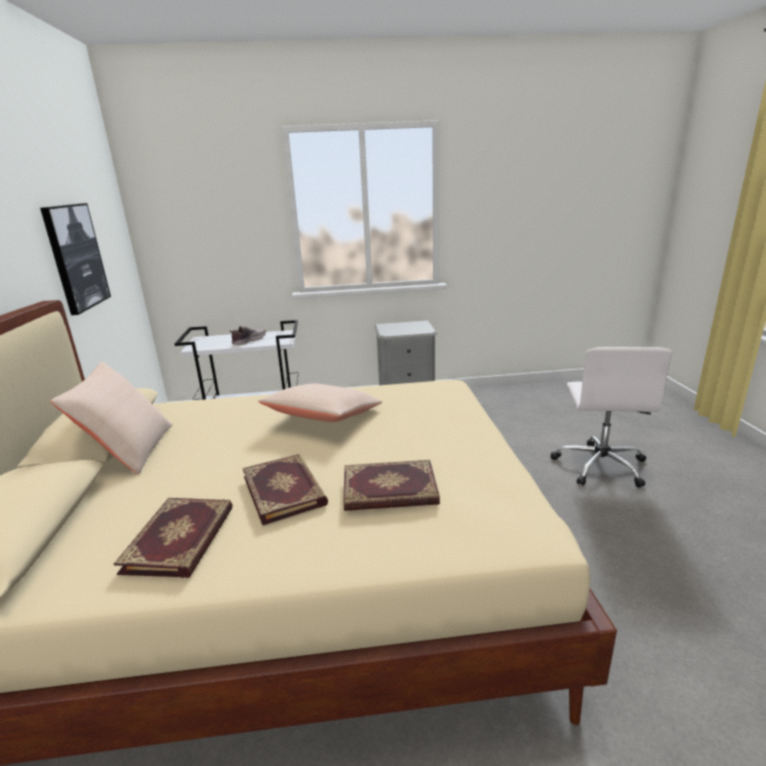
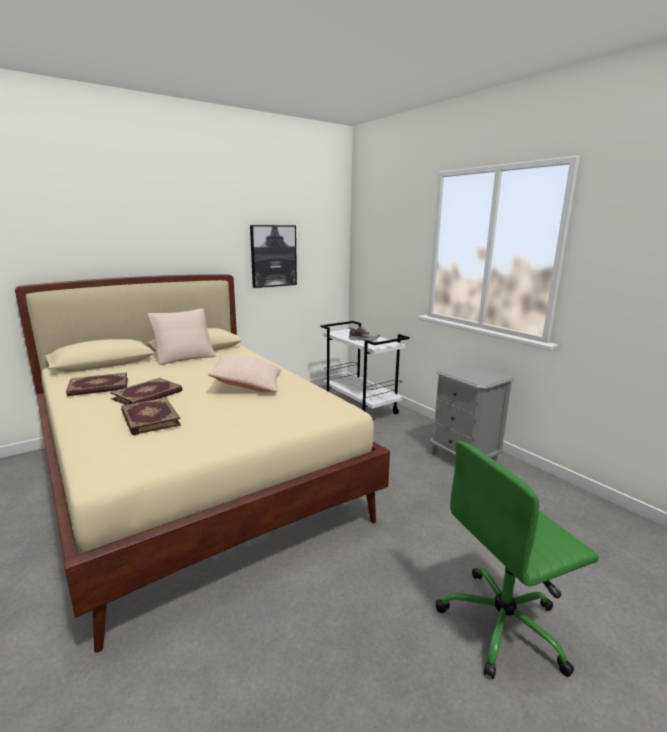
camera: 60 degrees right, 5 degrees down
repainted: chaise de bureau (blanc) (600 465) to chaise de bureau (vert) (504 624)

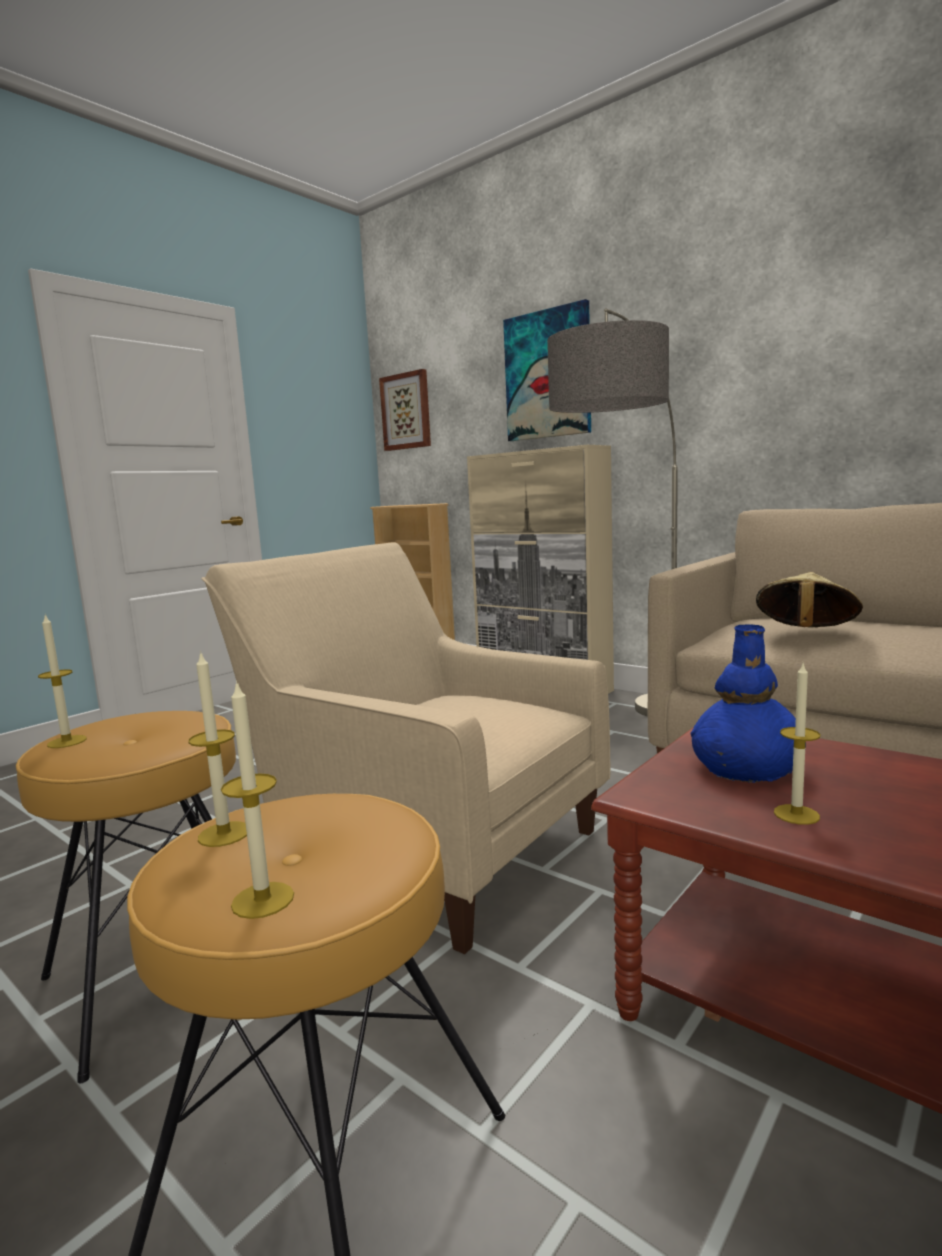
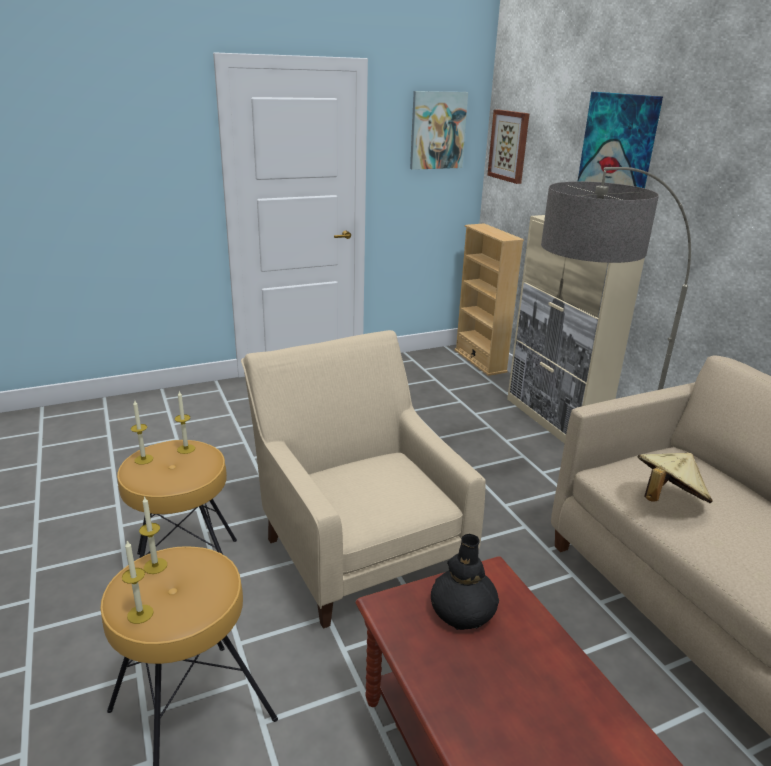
camera: 25 degrees right, 15 degrees up
new: tableau (437 130)
shifted: bougie (796 814) to (186 449)
repainted: vase (bleu) (746 768) to vase (noir) (462 612)

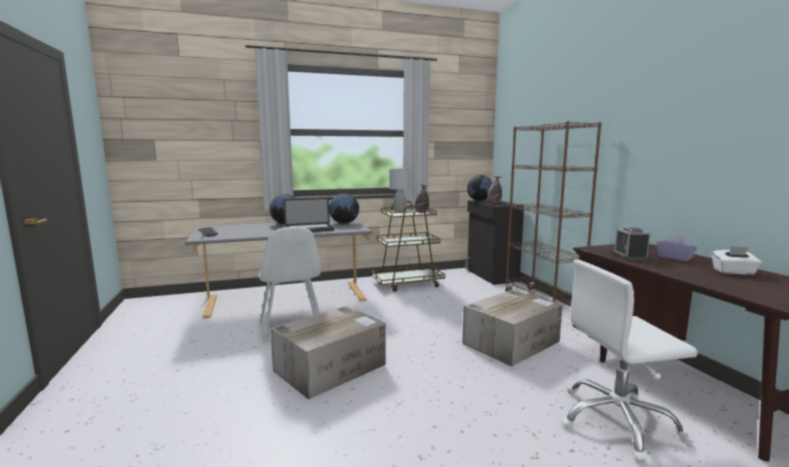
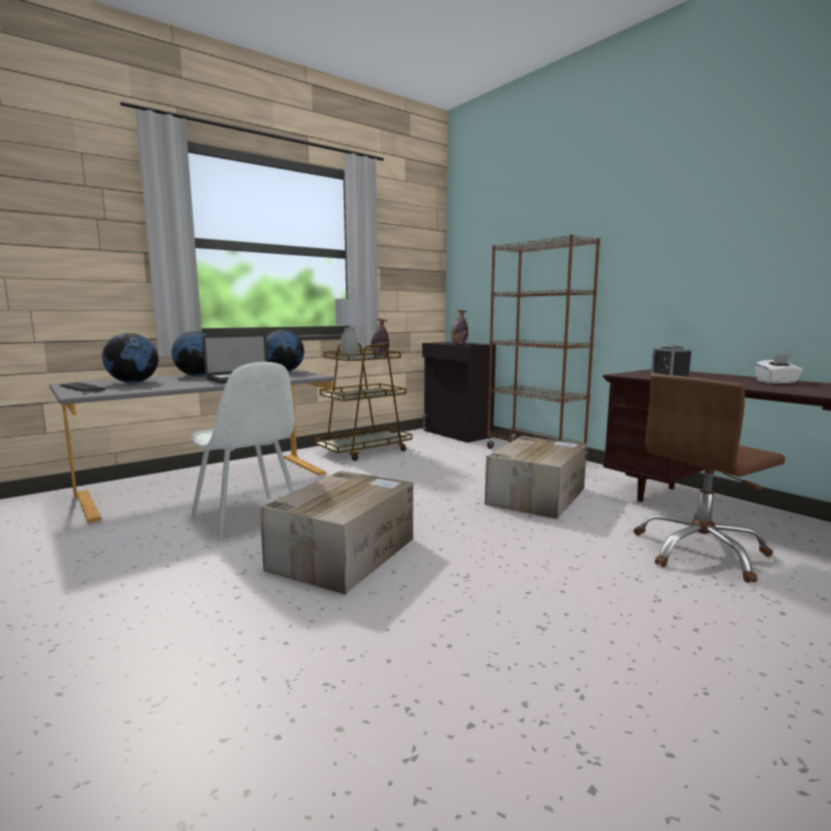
camera: 20 degrees left, 0 degrees up
gone: boîte à mouchoirs (violet) (674 258)
shifted: globe (479 201) to (133 382)
repainted: chaise de bureau (blanc) (617 421) to chaise de bureau (marron) (700 552)

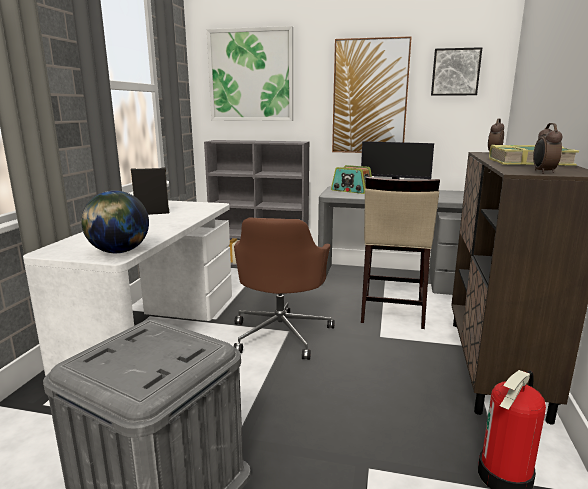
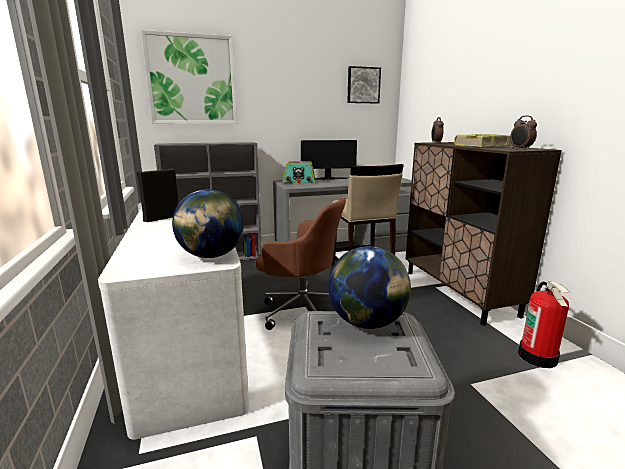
camera: 30 degrees left, 0 degrees up
gone: tableau (370 97)
new: globe (367 322)
rotated: chaise de bureau (marron) (281 333) = (302 310) 45 degrees counterclockwise

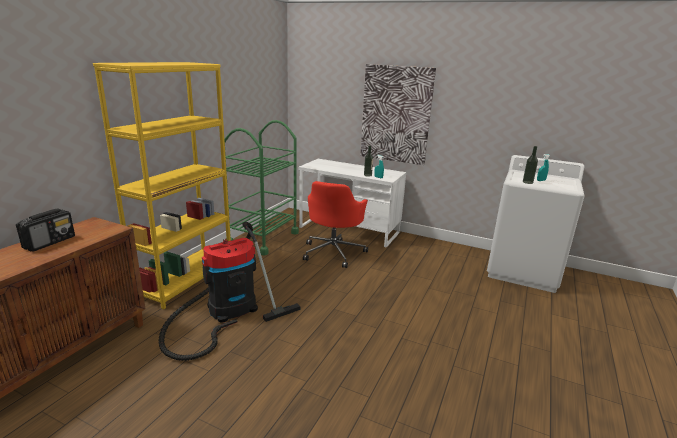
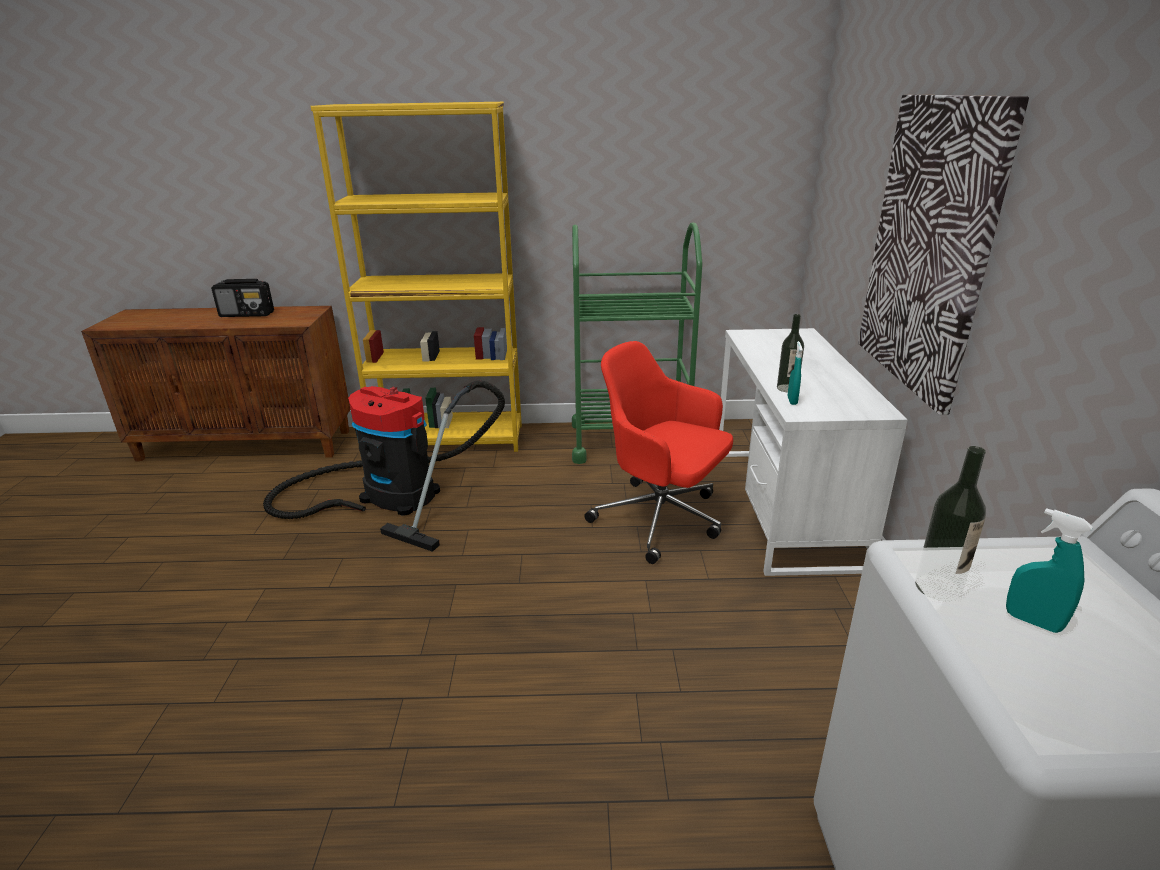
camera: 65 degrees right, 5 degrees up
rotated: chaise de bureau (rouge) (334 252) = (661 519) 45 degrees clockwise

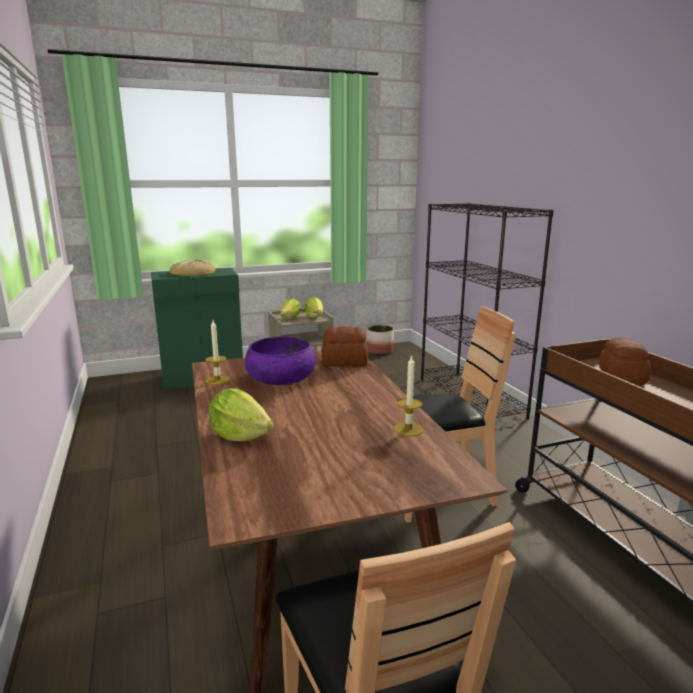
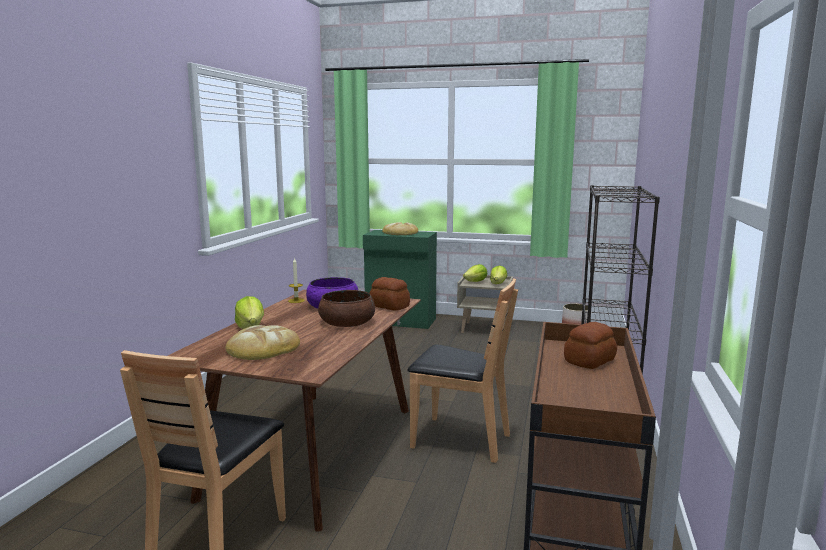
camera: 35 degrees right, 5 degrees down
gone: bougie (408 429)
new: pain (262 348); bol (marron) (347 322)

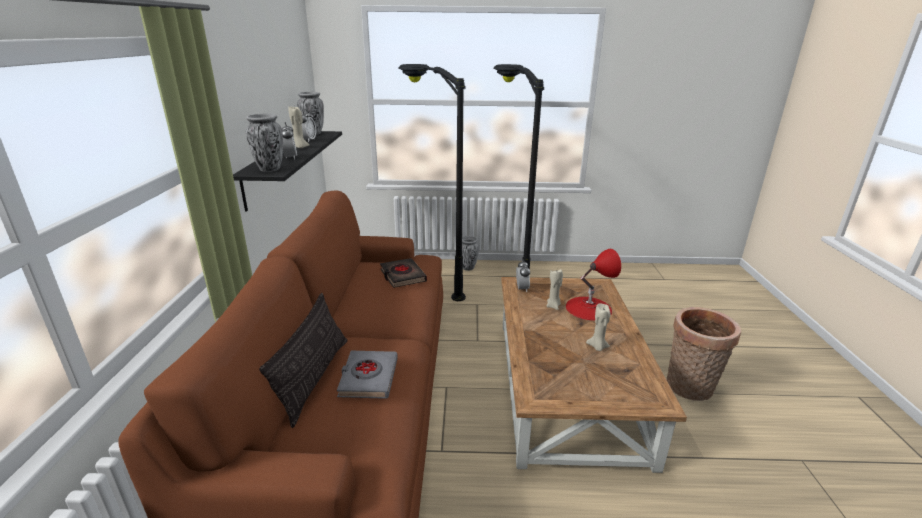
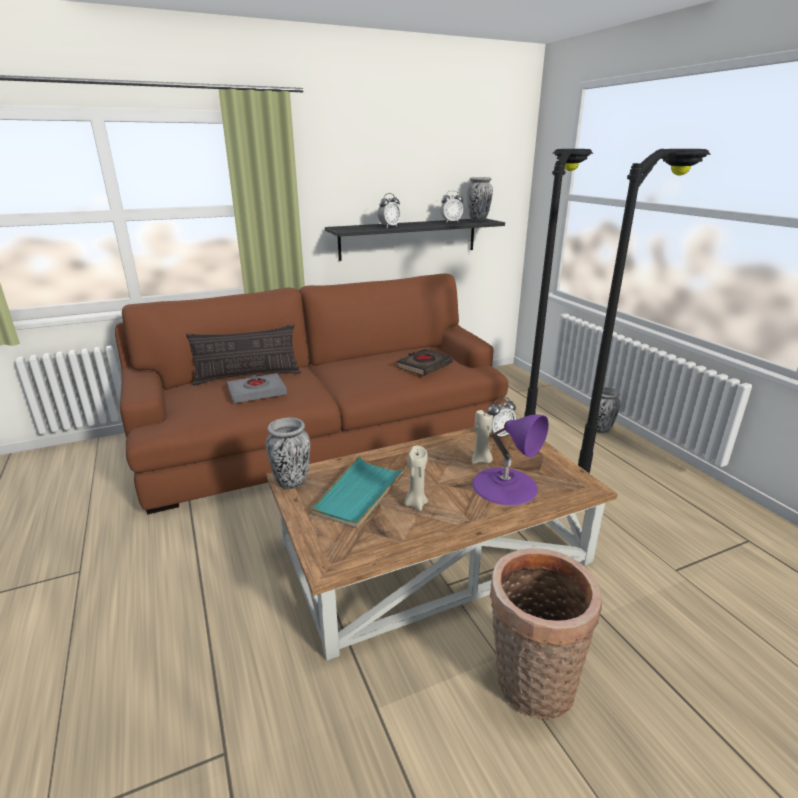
camera: 65 degrees right, 0 degrees up
gone: bougie (beige) (300 147)
new: plateau (turquoise) (360 493)
shifted: vase (269 169) to (291 482)
repainted: lampe de table (rouge) (588 308) to lampe de table (violet) (505 485)

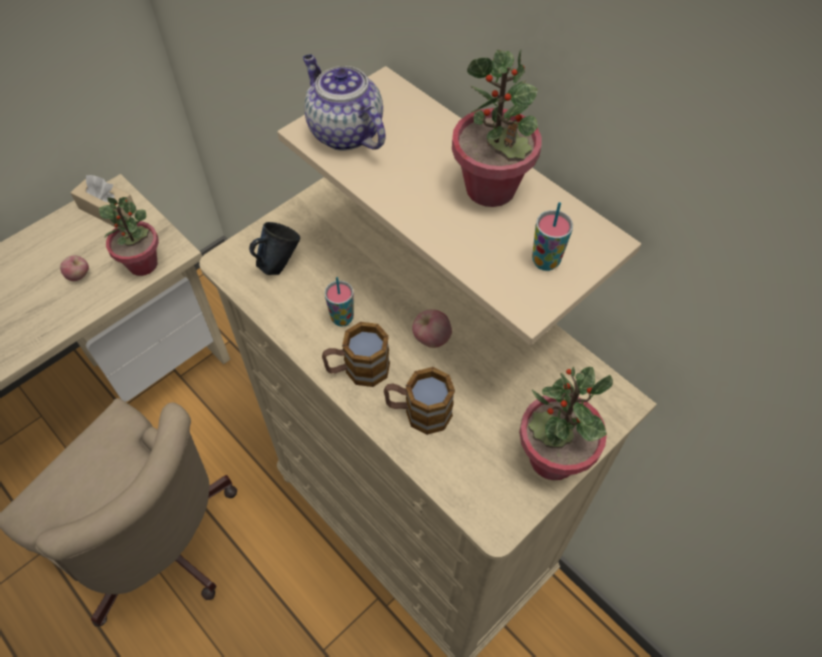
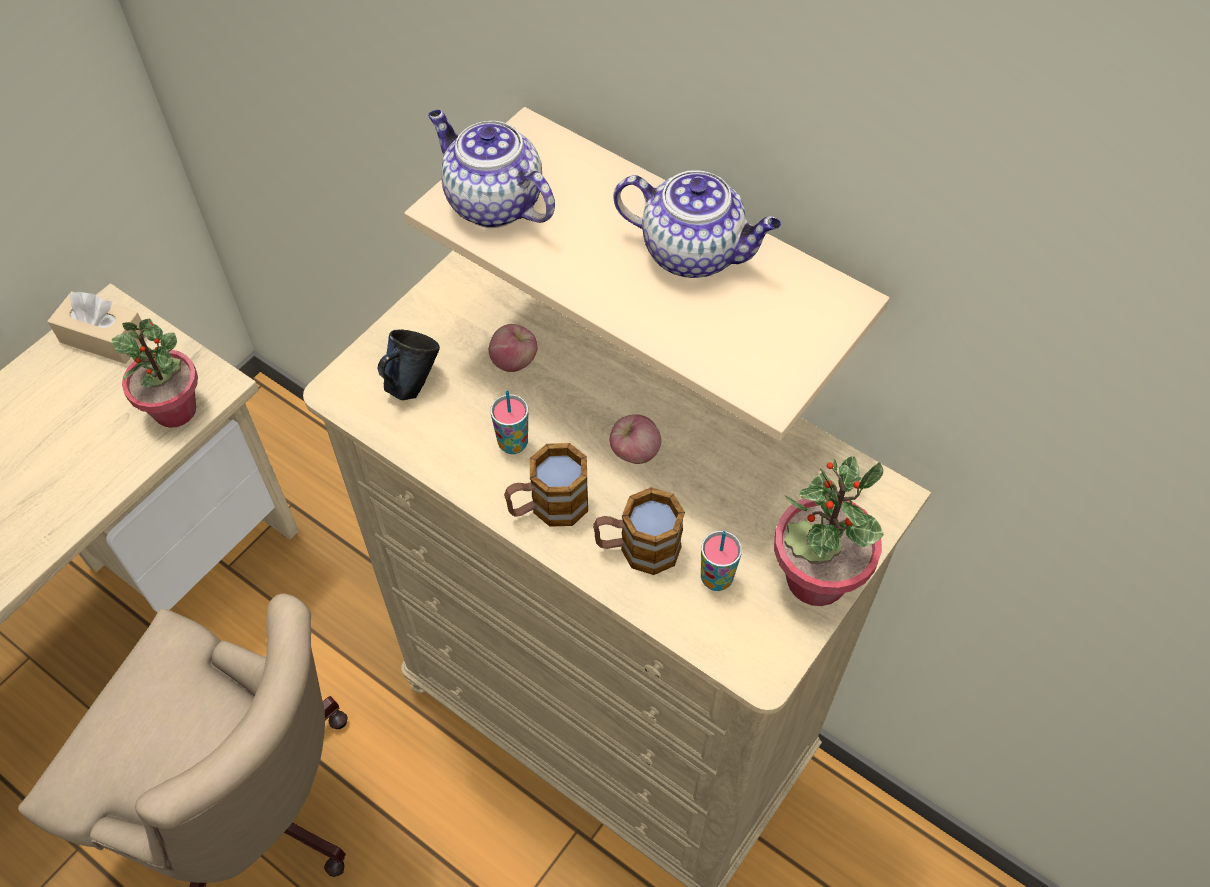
camera: 10 degrees left, 0 degrees up
shifted: pomme (79 276) to (514 361); tasse (545 261) to (716 579)
swapped: plante en pot (491 188) to théière (694 253)

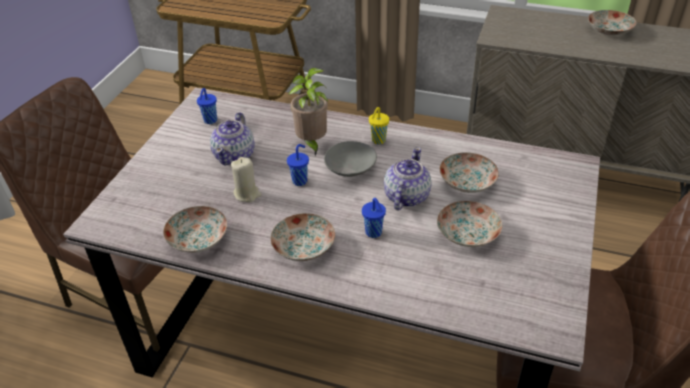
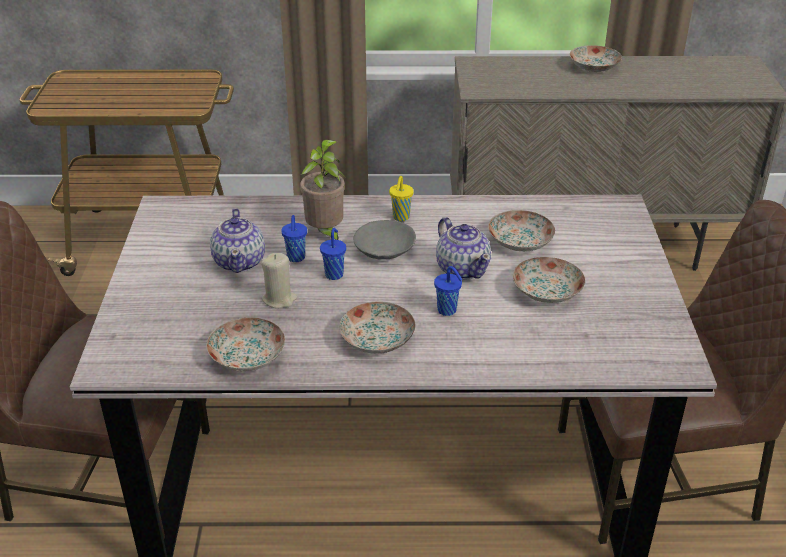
camera: 20 degrees left, 5 degrees down
shifted: tasse (bleu) (210 121) to (296 258)
rotated: théière (406 197) = (462 268) 150 degrees clockwise

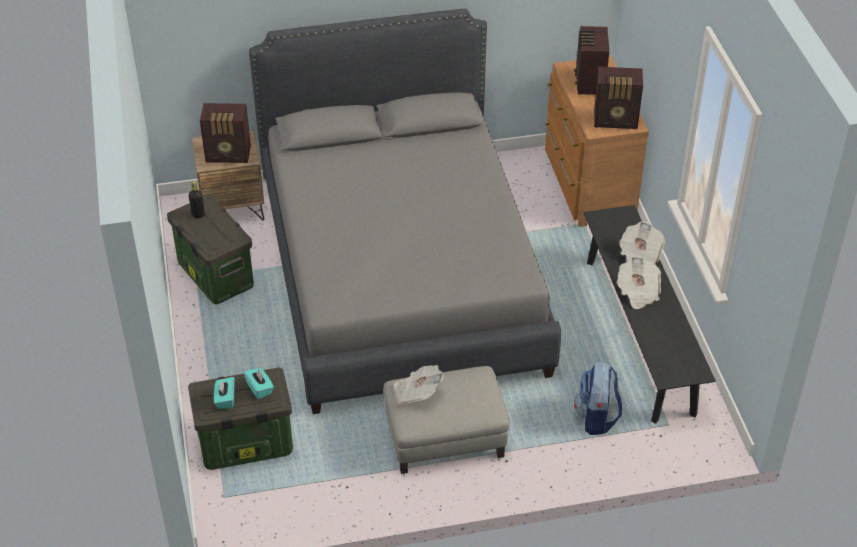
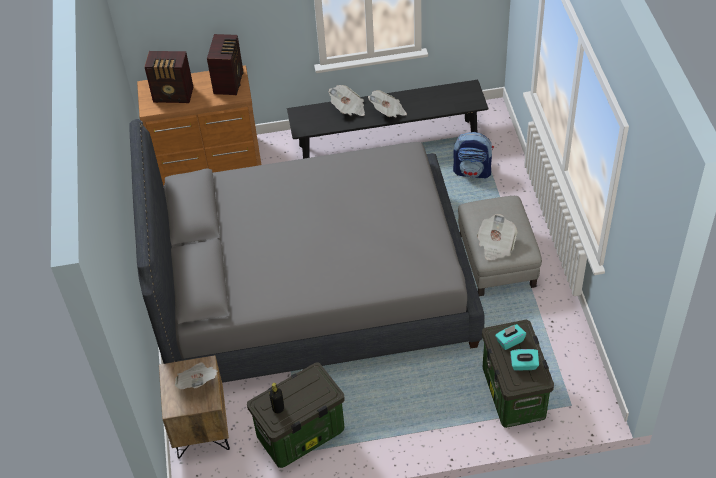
camera: 85 degrees left, 5 degrees up
swapped: radio (229 155) to journal (197 382)

